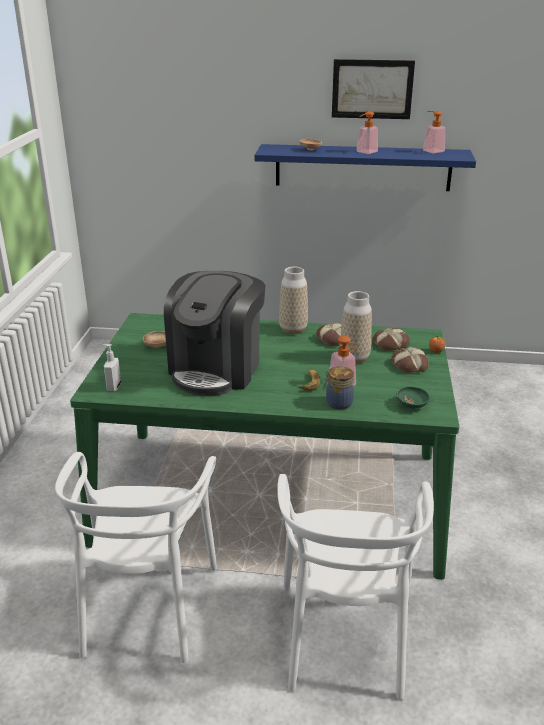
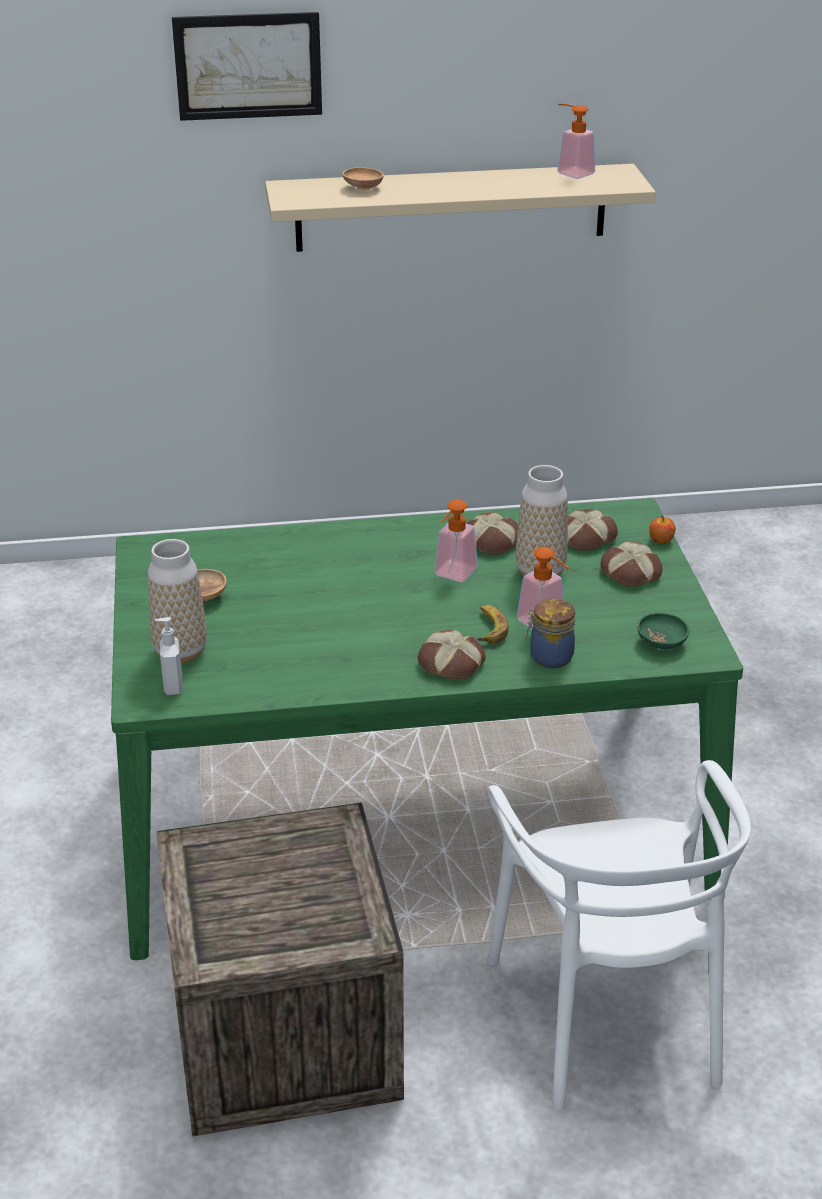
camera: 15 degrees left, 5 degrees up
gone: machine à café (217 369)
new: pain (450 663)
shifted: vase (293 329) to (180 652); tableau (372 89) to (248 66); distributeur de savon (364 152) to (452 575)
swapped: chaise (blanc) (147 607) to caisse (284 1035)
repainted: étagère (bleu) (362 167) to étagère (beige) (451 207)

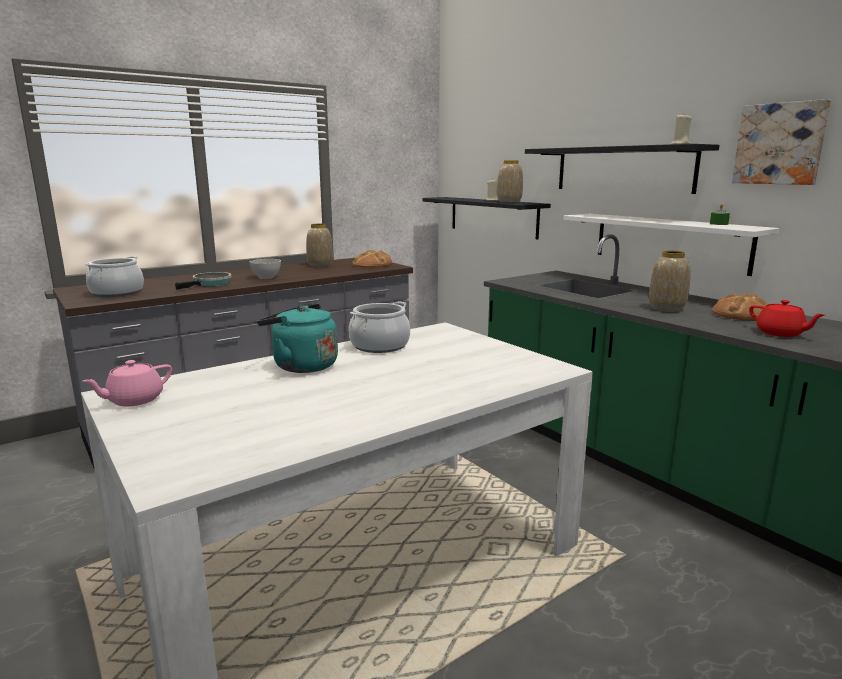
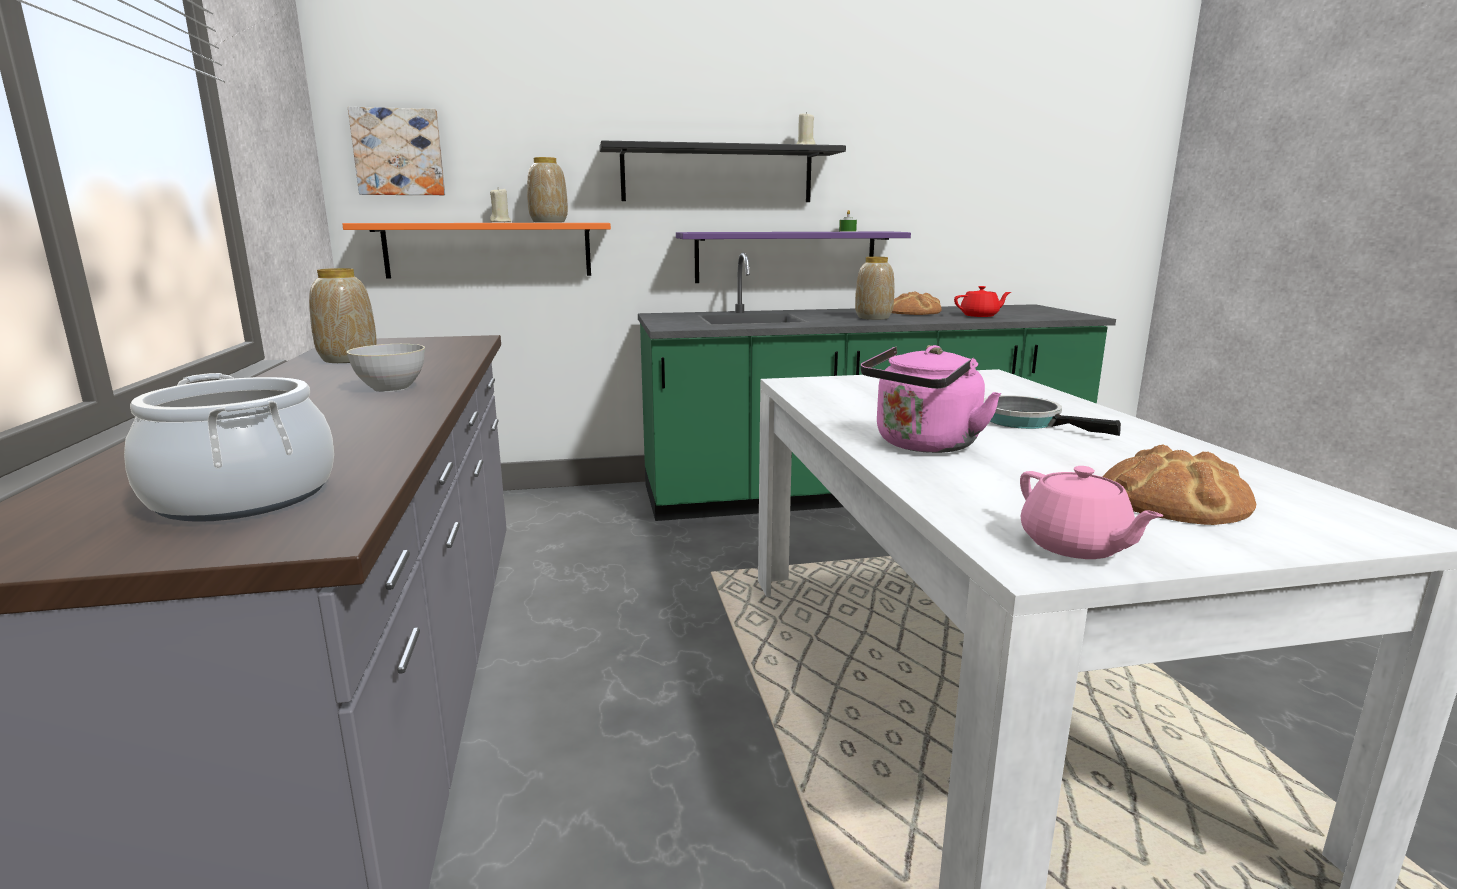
camera: 65 degrees left, 0 degrees up
gone: marmite (380 346)
shifted: poêle (210 284) to (1027 422); pain (372 264) to (1173 499); tableau (780 144) to (399 152)
repainted: bouilloire (turquoise) (301 366) to bouilloire (rose) (923 445); étagère (noir) (493 216) to étagère (orange) (489 250); étagère (blanc) (669 242) to étagère (violet) (785 257)

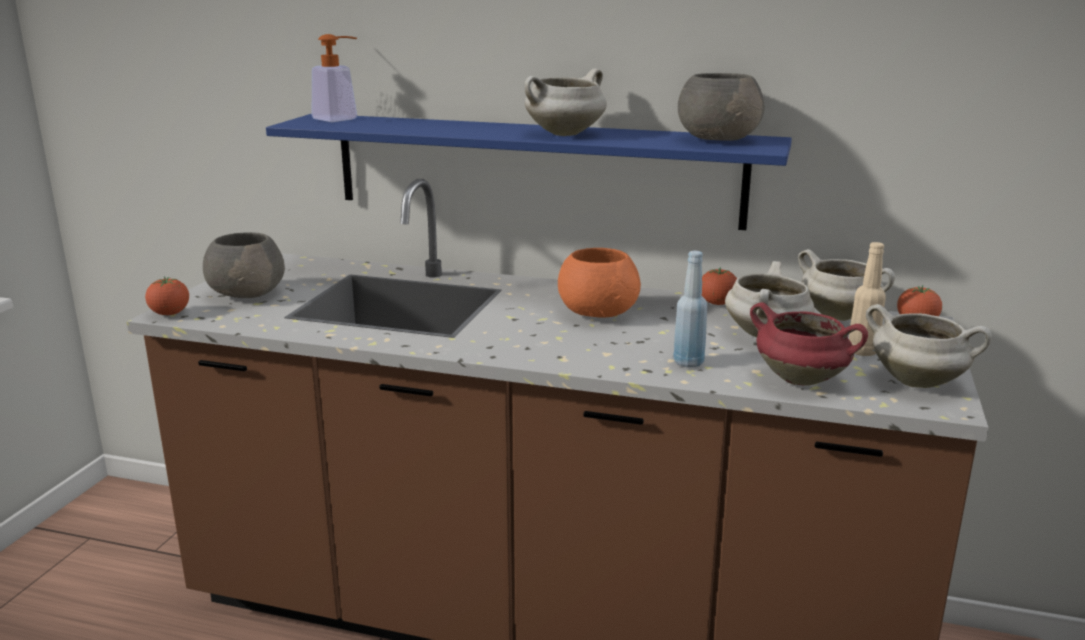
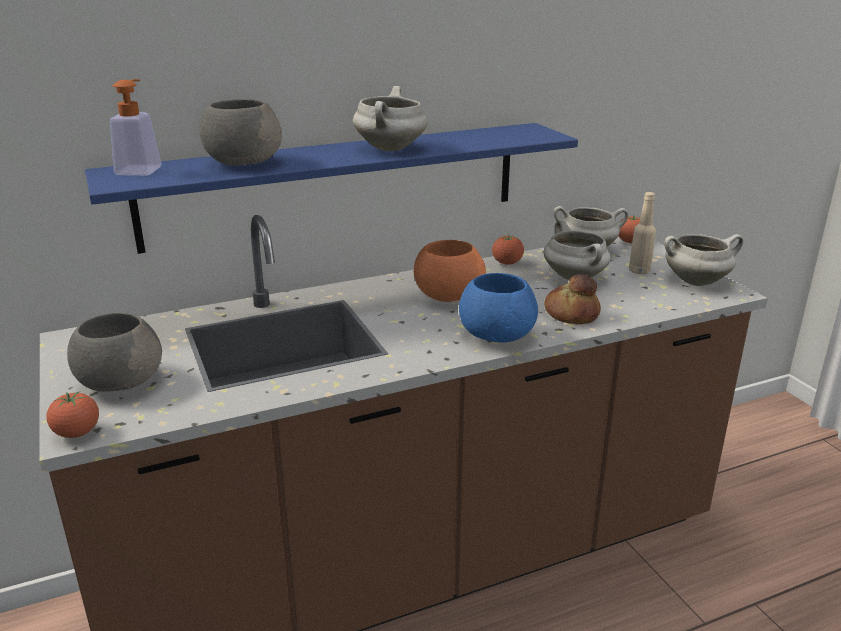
camera: 40 degrees left, 5 degrees up
gone: marmite (rouge) (802 379)
new: bol (bleu) (497 334)
shifted: bol (gris) (718 139) to (243 162)
swapped: bouteille (bleu) (688 362) to pain (570 314)

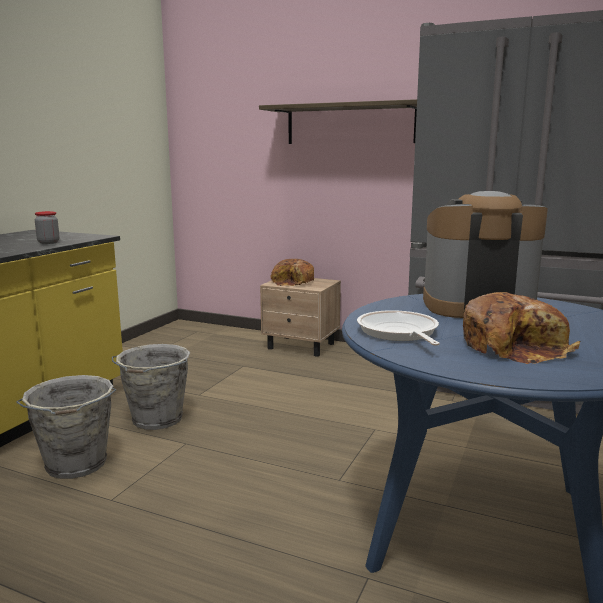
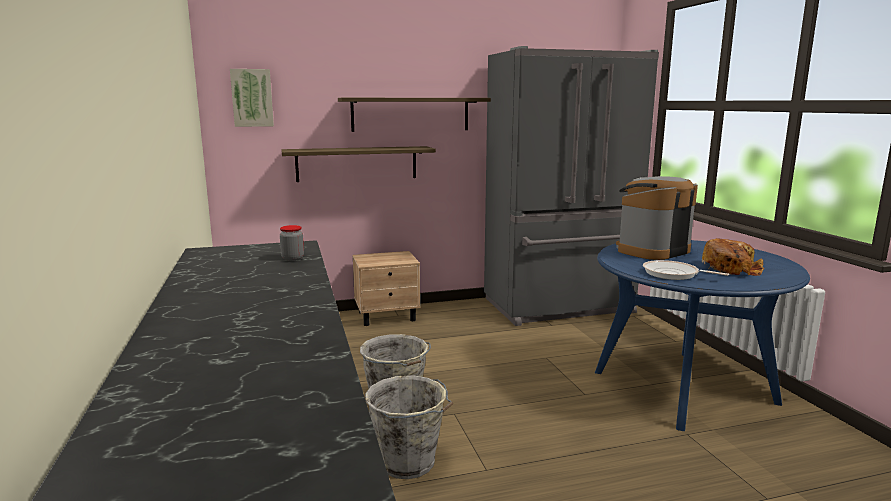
camera: 40 degrees left, 0 degrees up
gone: pain (294 282)
new: tableau (252 98); étagère (357 163)

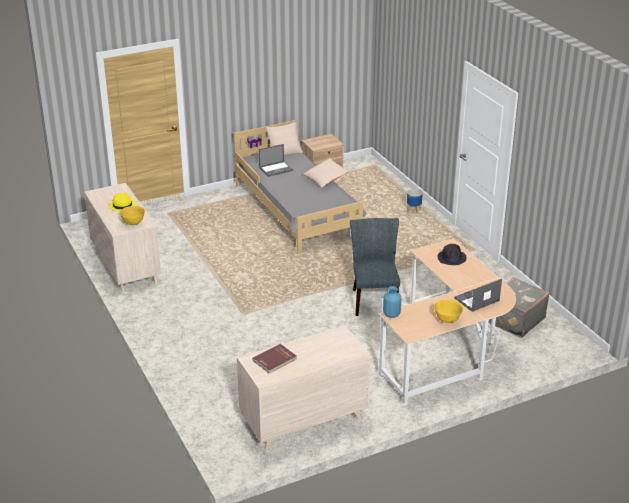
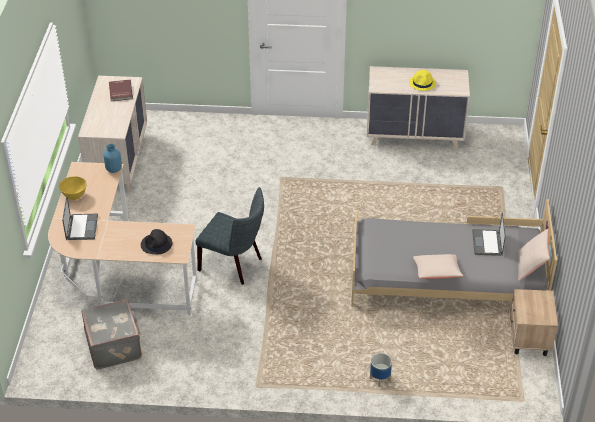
camera: 120 degrees right, 10 degrees up
gone: bol (jaune) (133 223)

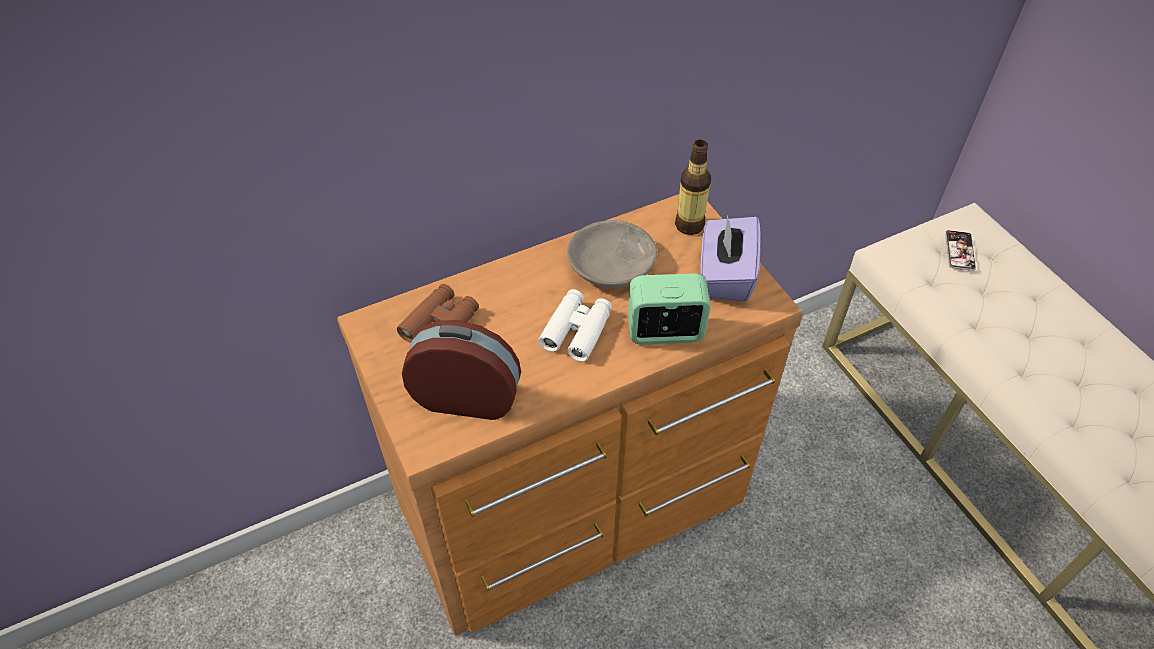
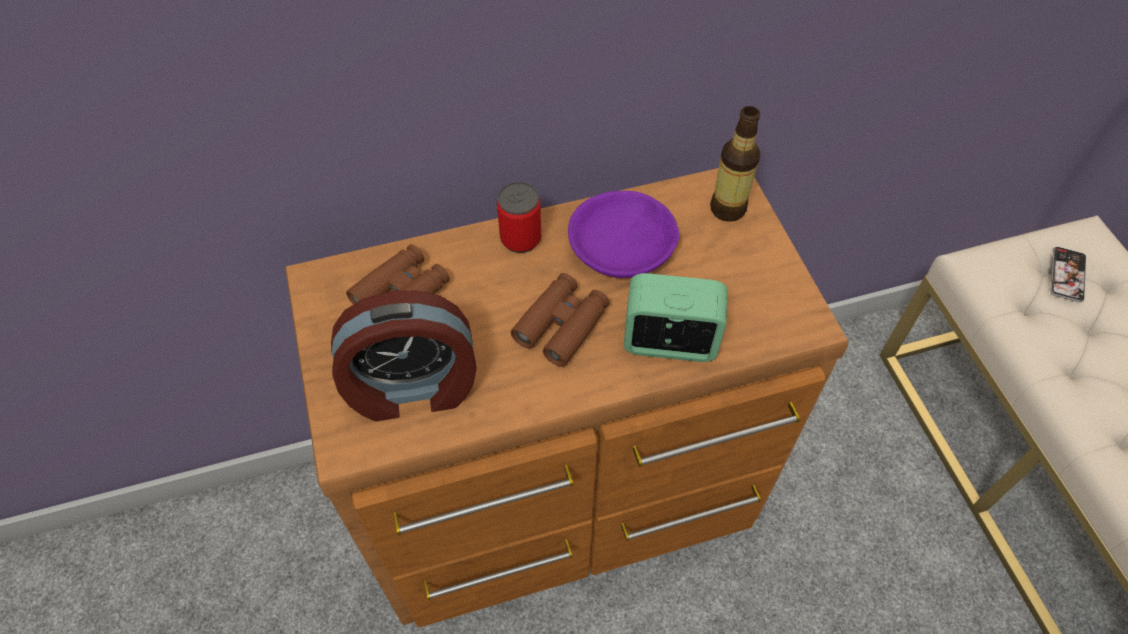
camera: 10 degrees right, 5 degrees up
gone: boîte à mouchoirs (violet) (725 275)
new: boîte métallique (520 238)
repainted: jumelles (blanc) (576 330) to jumelles (marron) (561 325); bol (gris) (613 265) to bol (violet) (623 246)
rotated: réveil (467 395) = (412 389) 150 degrees clockwise

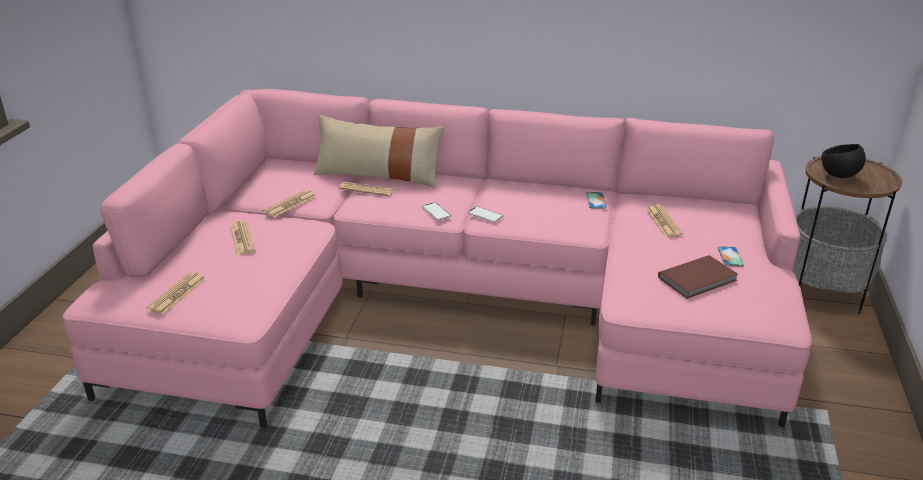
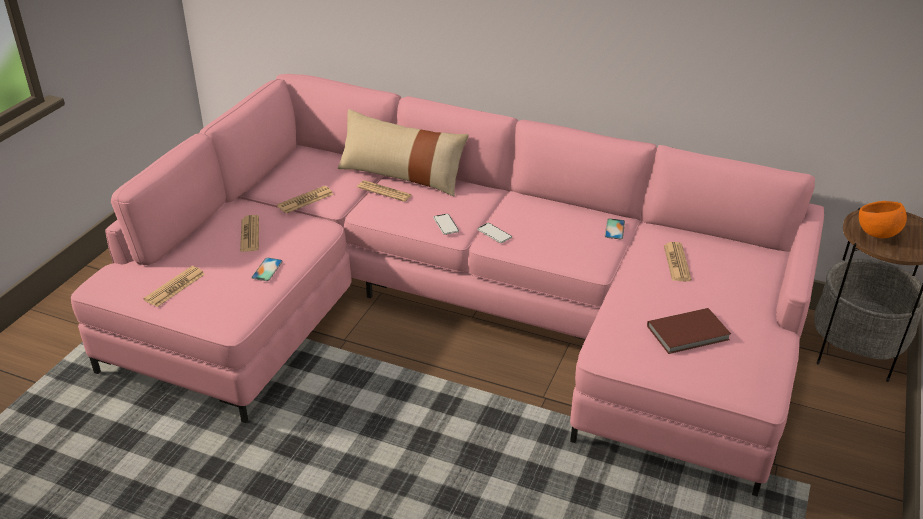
camera: 10 degrees right, 5 degrees up
shifted: téléphone (730 257) to (267 269)
repainted: bol (noir) (839 176) to bol (orange) (876 235)

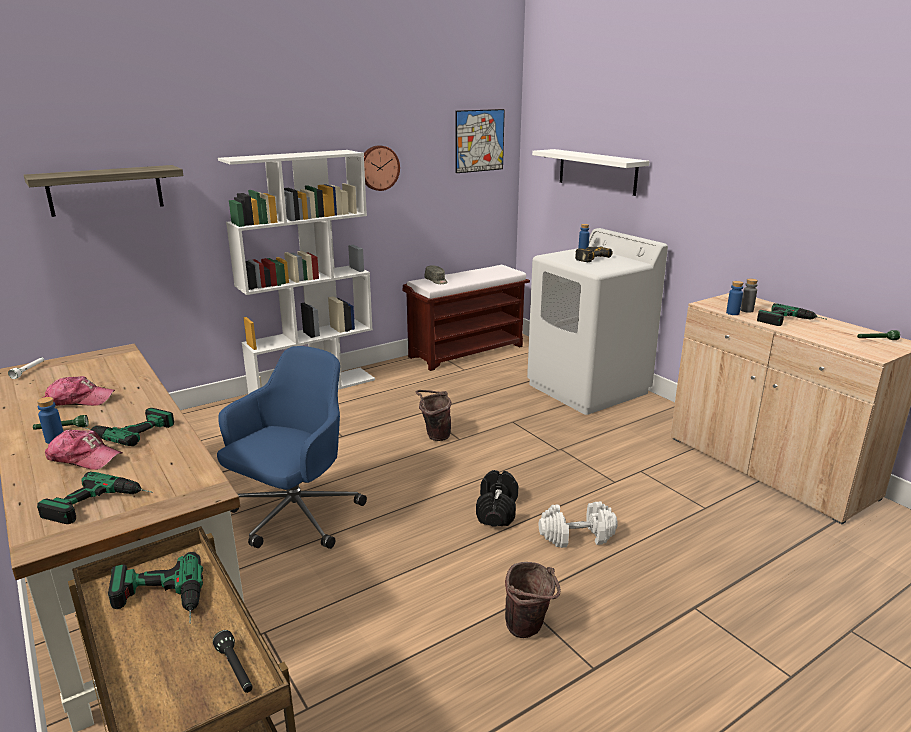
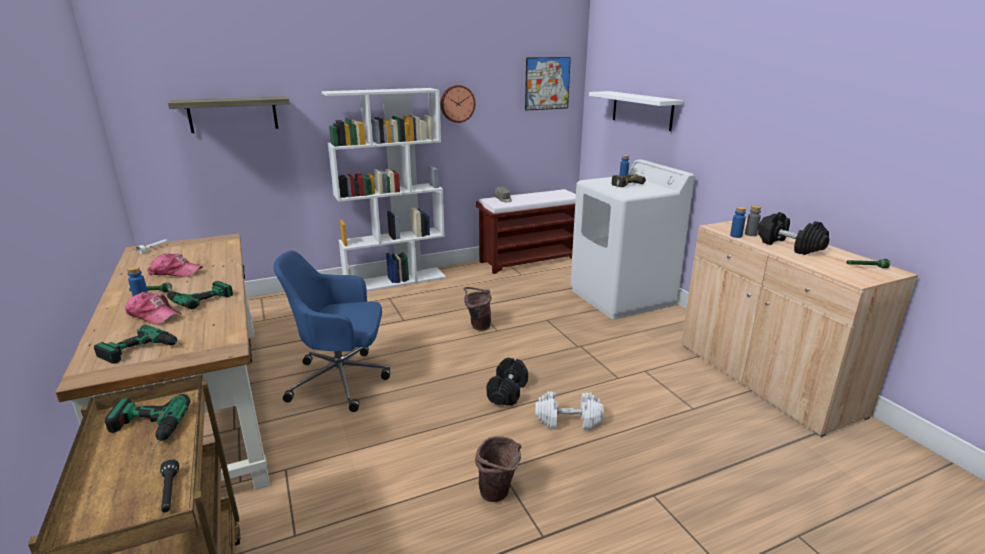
camera: 10 degrees right, 0 degrees up
swapped: perceuse (791 321) to haltère (noir) (789 246)
rotated: chaise de bureau (bleu) (294 517) = (342 380) 135 degrees counterclockwise

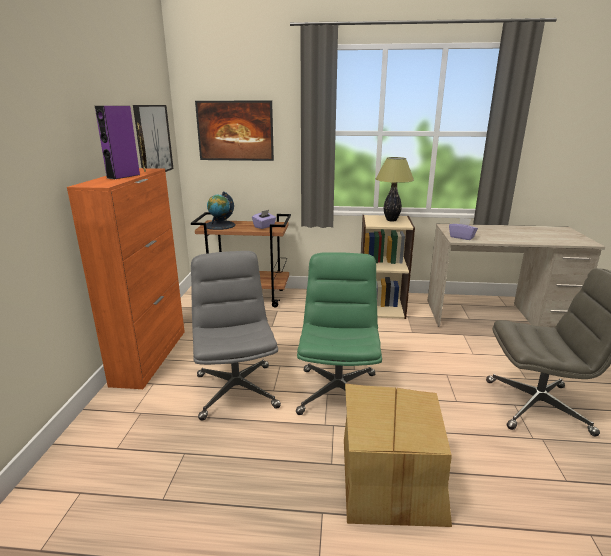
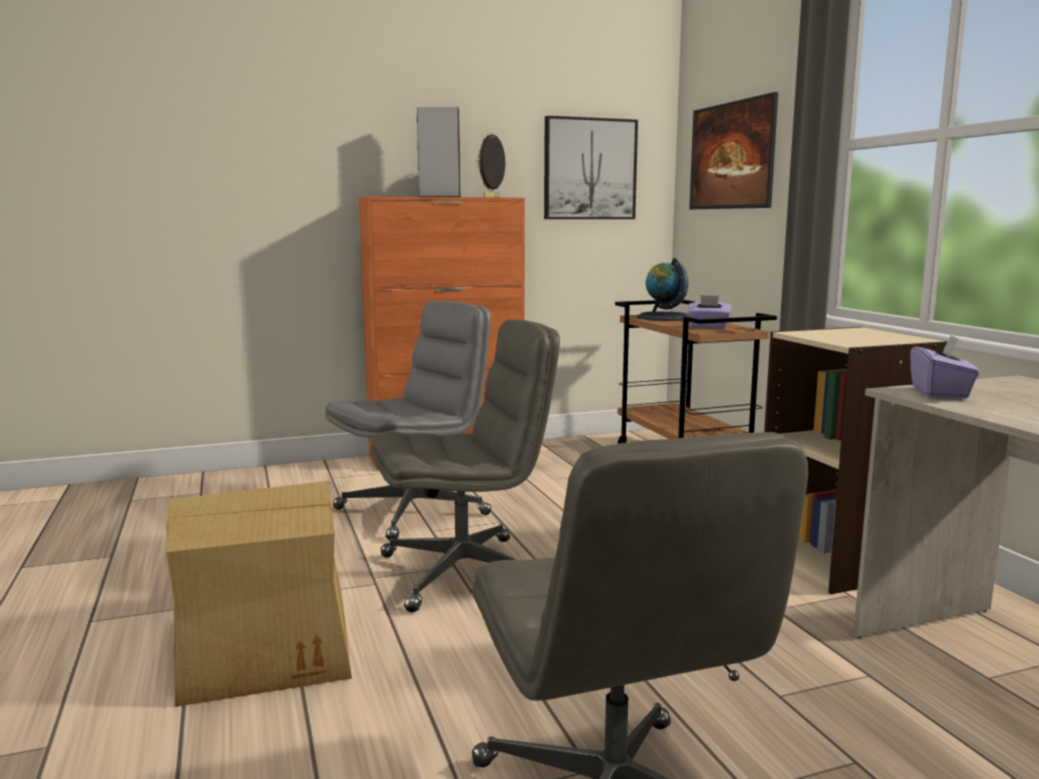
camera: 65 degrees right, 10 degrees down
gone: lampe de table (391 220)
repainted: enceinte (violet) (123 176) to enceinte (gris) (440 196); chaise de bureau (vert) (337 392) to chaise de bureau (gris) (464 572)

